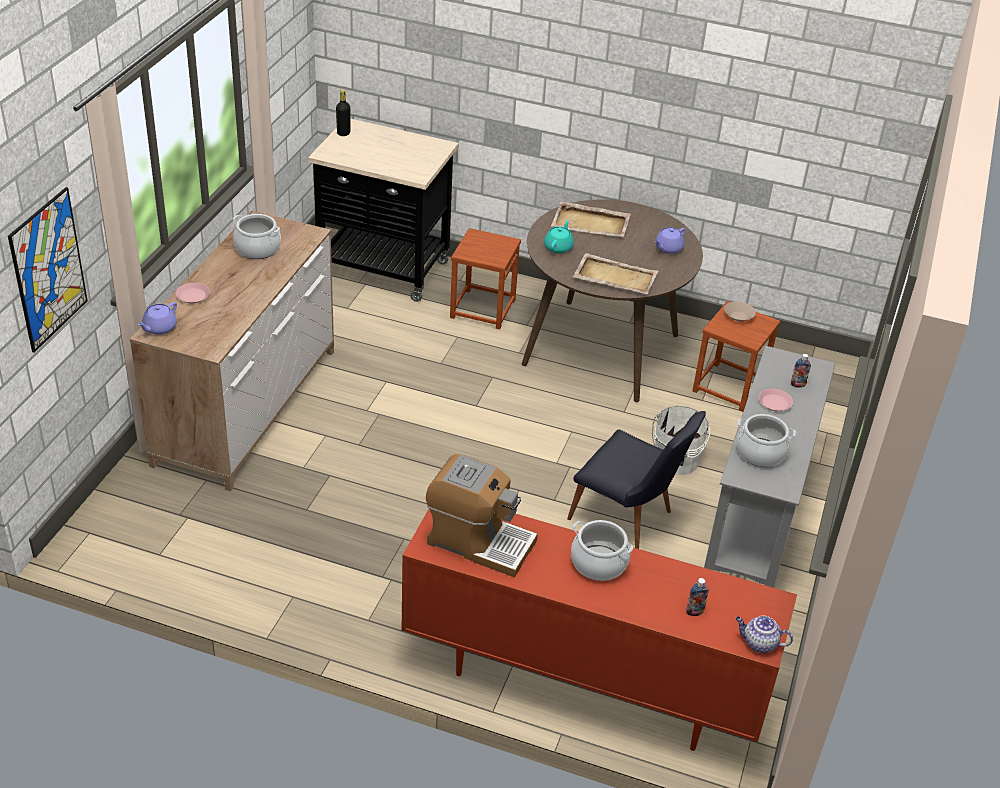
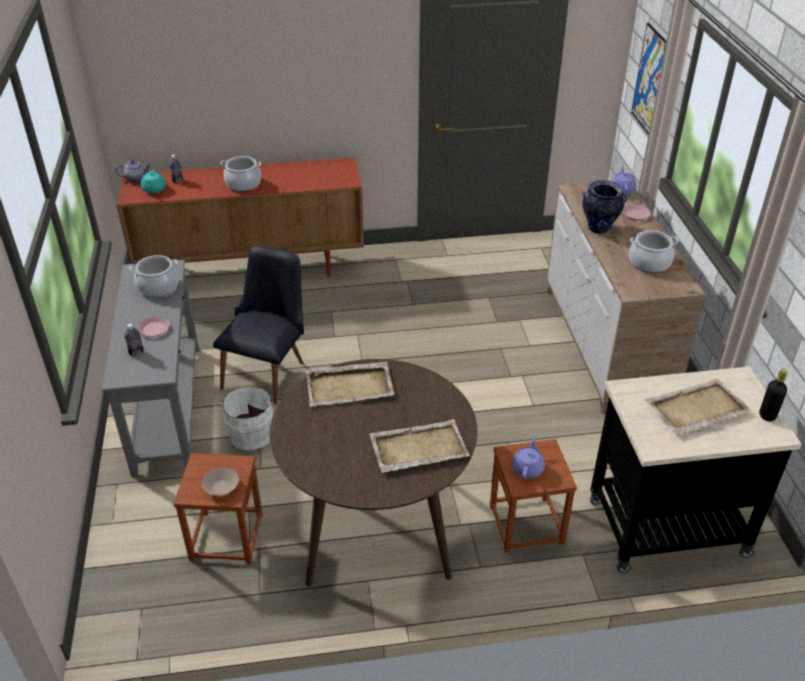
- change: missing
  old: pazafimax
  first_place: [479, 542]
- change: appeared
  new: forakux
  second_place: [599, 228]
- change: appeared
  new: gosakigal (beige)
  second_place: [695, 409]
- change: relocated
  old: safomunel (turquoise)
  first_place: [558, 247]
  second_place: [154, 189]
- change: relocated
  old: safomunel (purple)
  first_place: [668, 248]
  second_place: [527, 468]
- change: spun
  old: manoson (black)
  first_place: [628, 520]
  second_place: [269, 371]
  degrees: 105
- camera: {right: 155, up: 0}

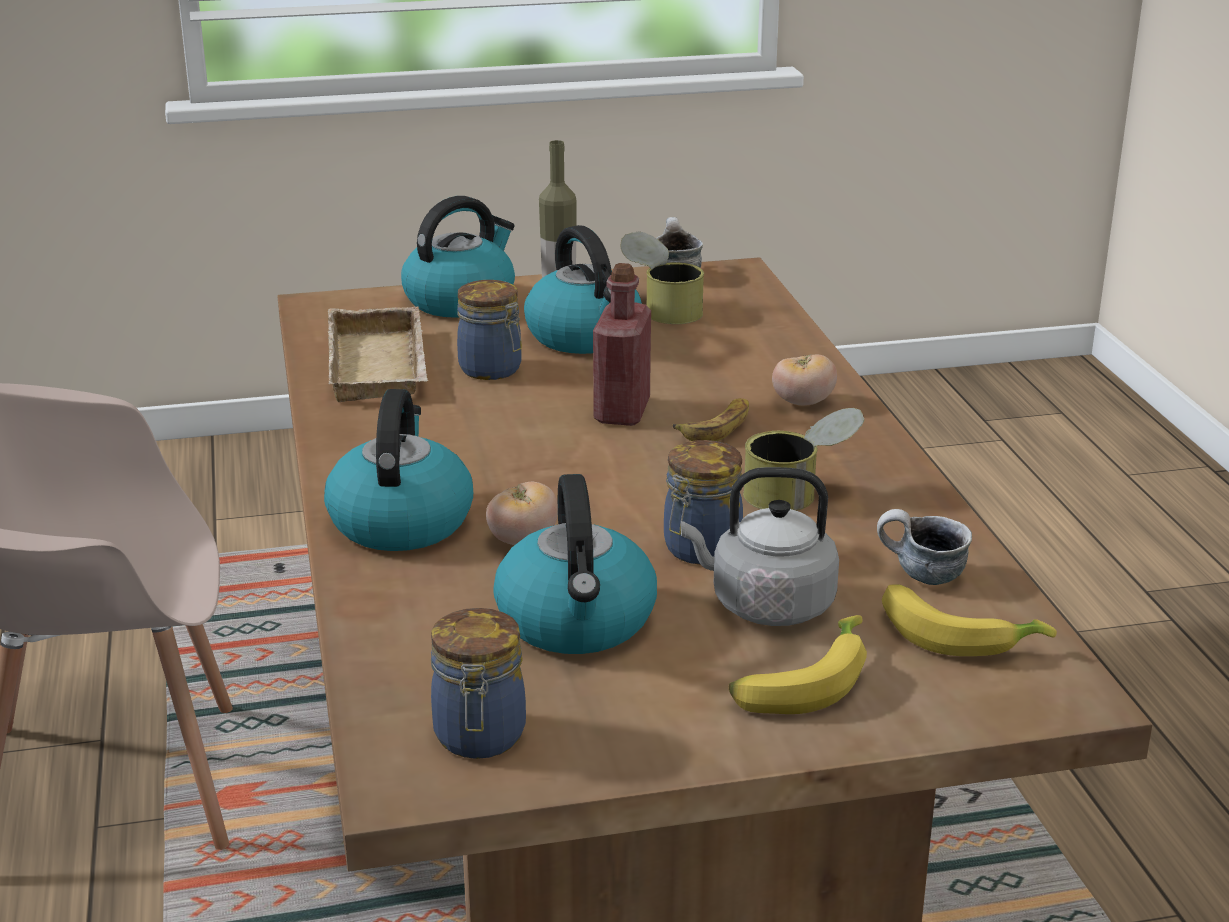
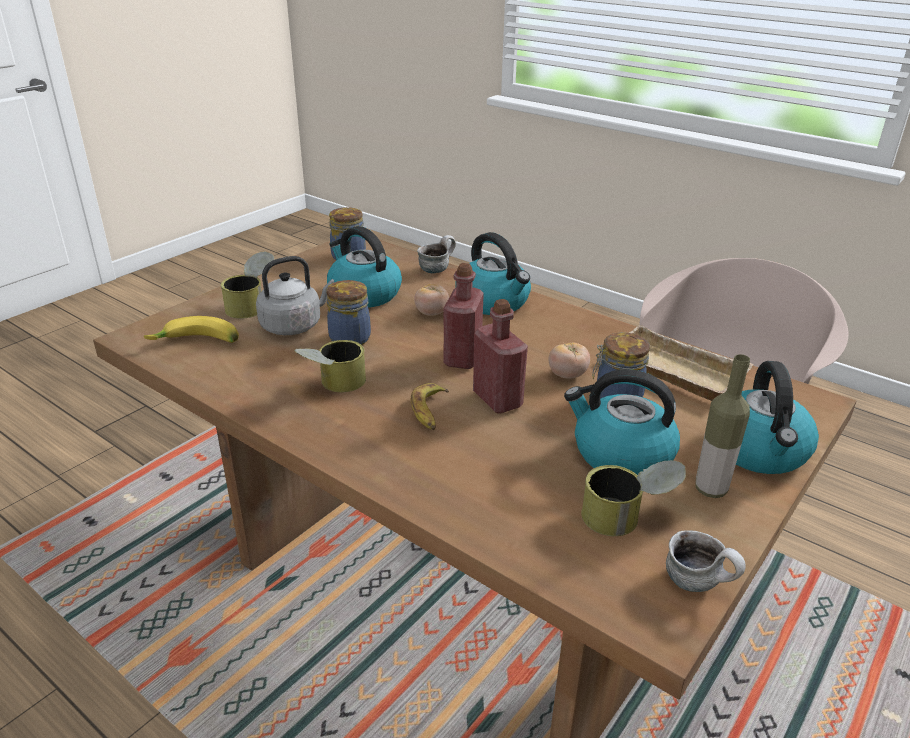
- change: appeared
  new: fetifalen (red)
  second_place: [462, 357]
- change: relocated
  old: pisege
  first_place: [802, 402]
  second_place: [567, 375]
- change: relocated
  old: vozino
  first_place: [920, 577]
  second_place: [436, 269]
- change: exchanged
  old: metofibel
  new: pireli
  first_place: [801, 682]
  second_place: [253, 304]
- camera: {right: 140, up: 5}

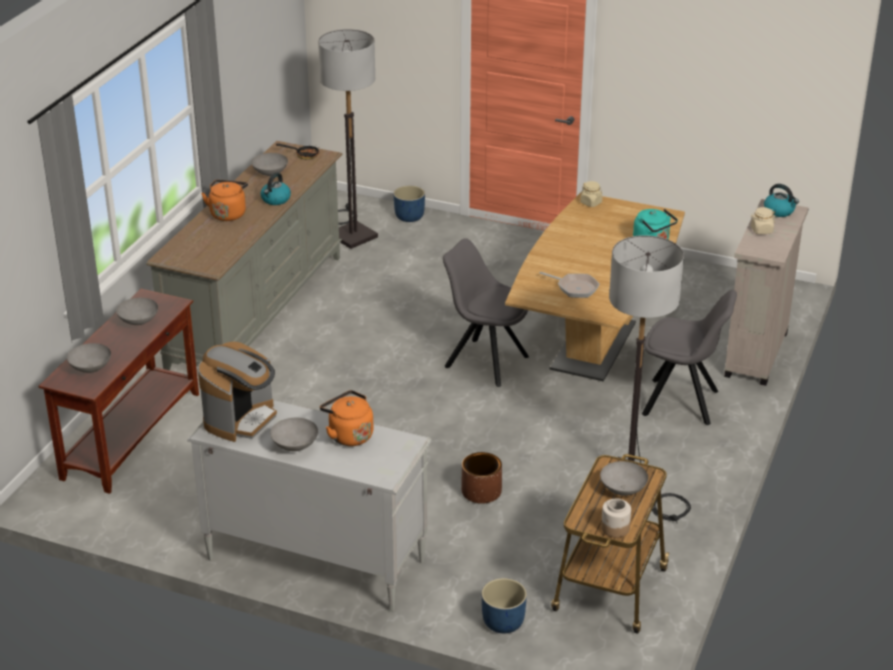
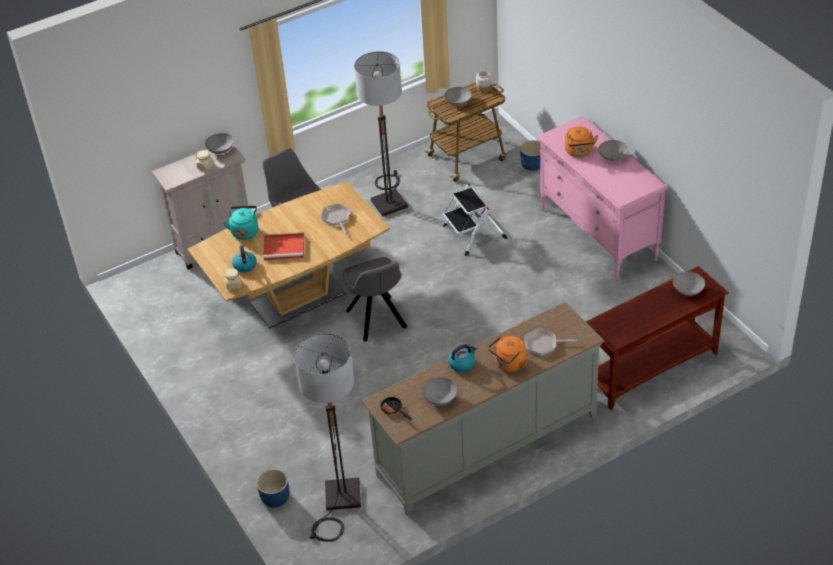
- change: missing
  old: pazafimax
  first_place: [241, 419]
- change: appeared
  new: gosakigal (red)
  second_place: [285, 248]
- change: appeared
  new: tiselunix
  second_place: [543, 344]
- change: relocated
  old: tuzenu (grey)
  first_place: [139, 321]
  second_place: [220, 150]
- change: relocated
  old: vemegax
  first_place: [779, 211]
  second_place: [244, 265]
- change: exchanged
  old: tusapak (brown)
  new: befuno
  first_place: [481, 492]
  second_place: [474, 233]
- change: colour
  old: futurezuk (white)
  new: futurezuk (pink)
  first_place: [315, 559]
  second_place: [598, 235]
- camera: {right: -140, up: 10}

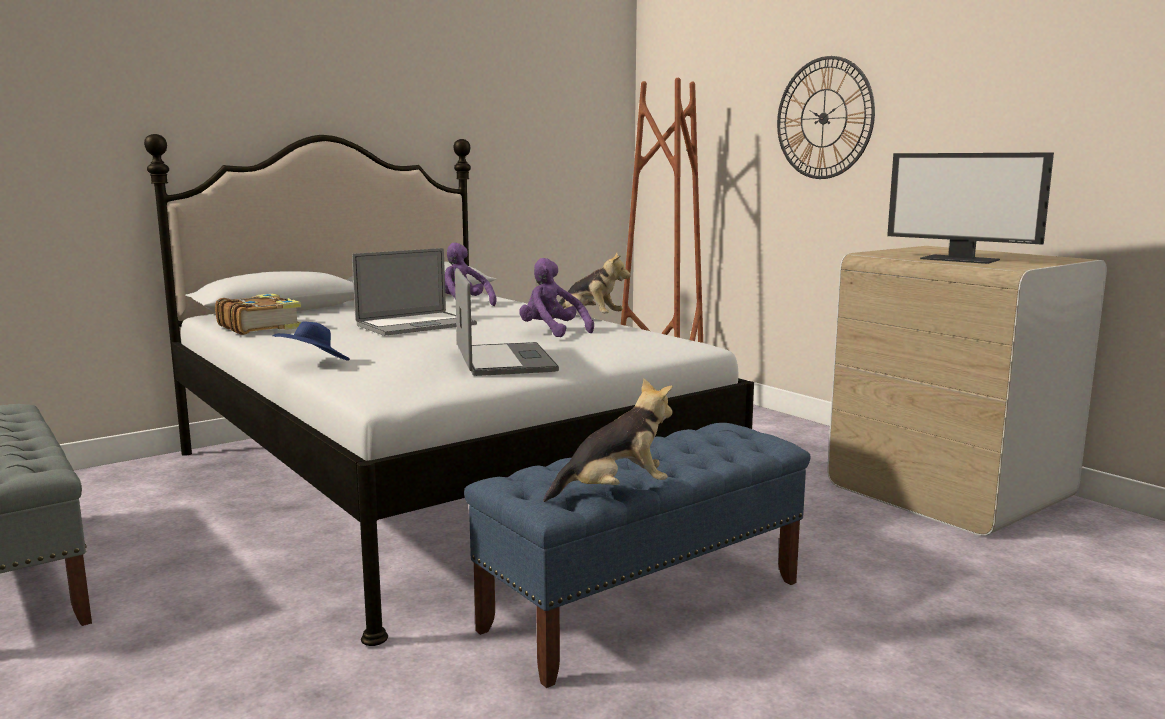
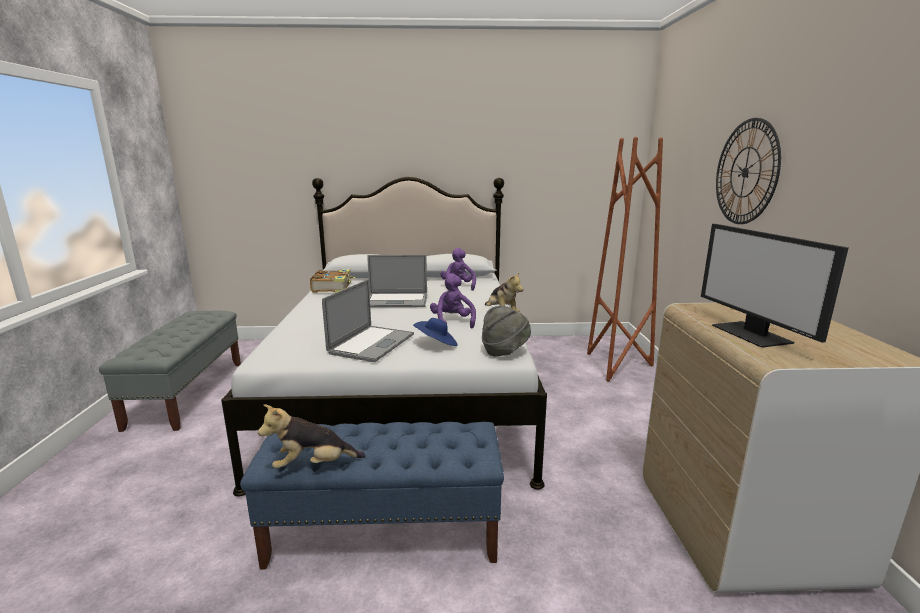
- change: appeared
  new: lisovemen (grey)
  second_place: [505, 351]
- change: relocated
  old: lisovemen (blue)
  first_place: [313, 364]
  second_place: [436, 344]
- change: spun
  old: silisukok
  first_place: [614, 491]
  second_place: [313, 465]
  degrees: 150
- camera: {right: 35, up: 5}

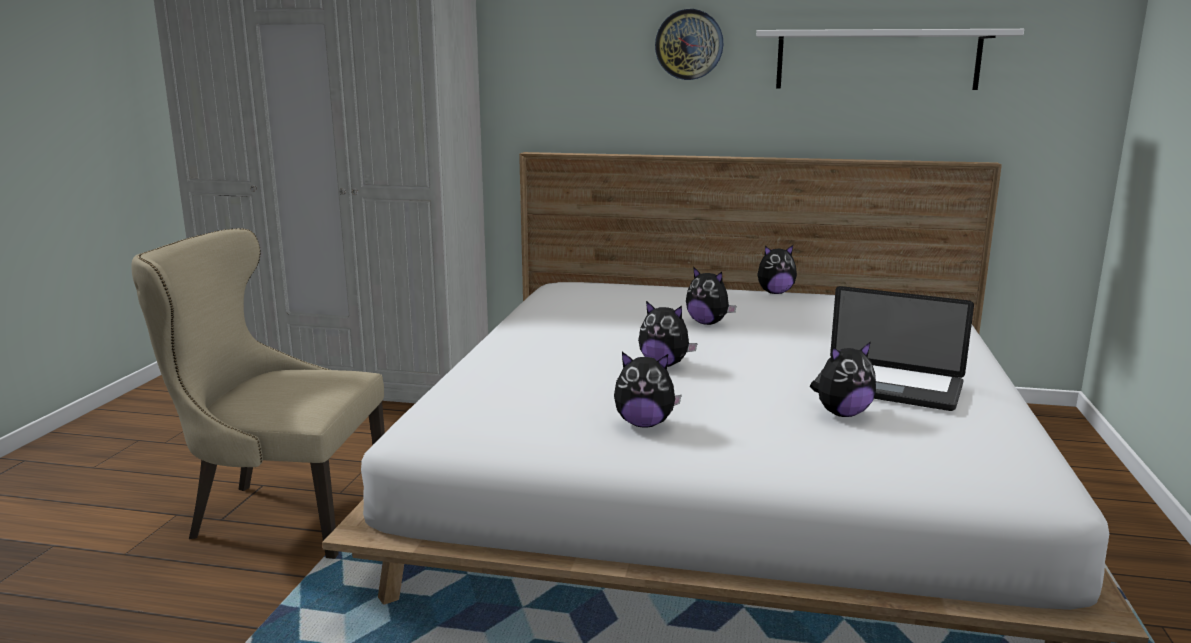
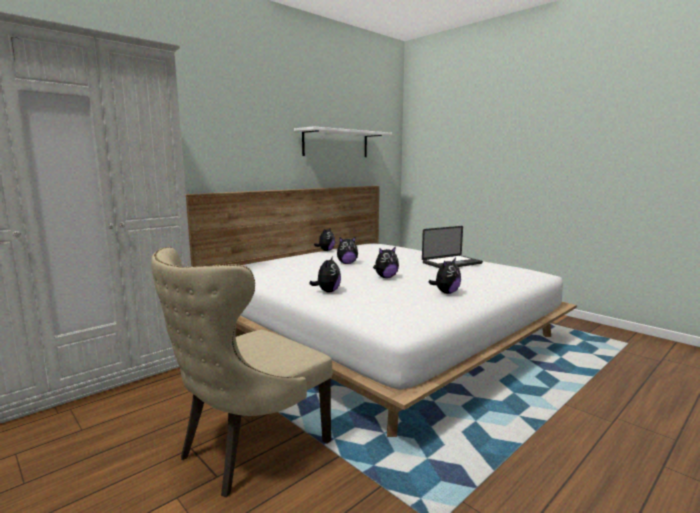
- change: missing
  old: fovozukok
  first_place: [689, 44]
- change: relocated
  old: silisukok
  first_place: [842, 413]
  second_place: [327, 291]
- camera: {right: -55, up: -5}

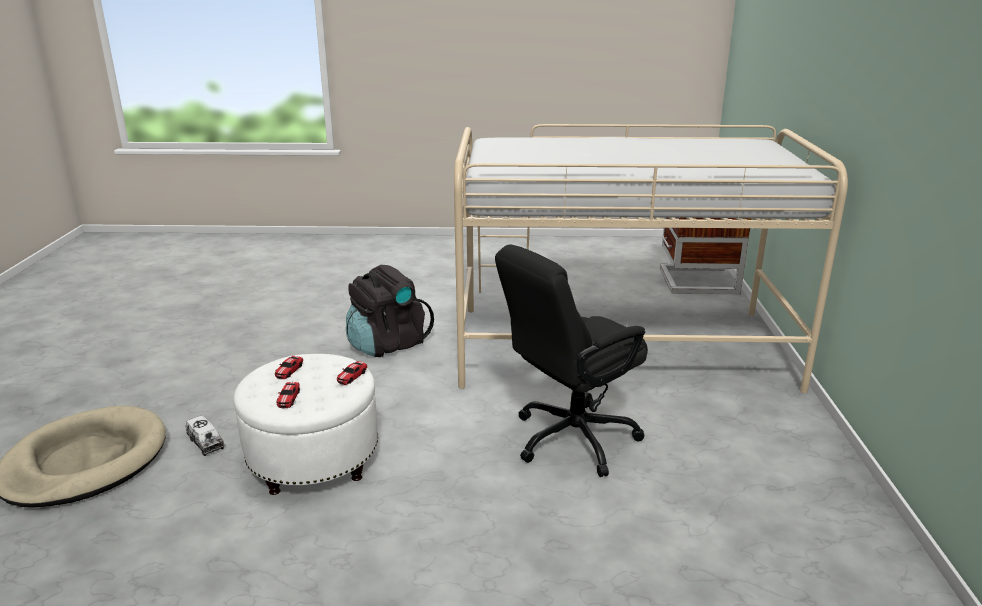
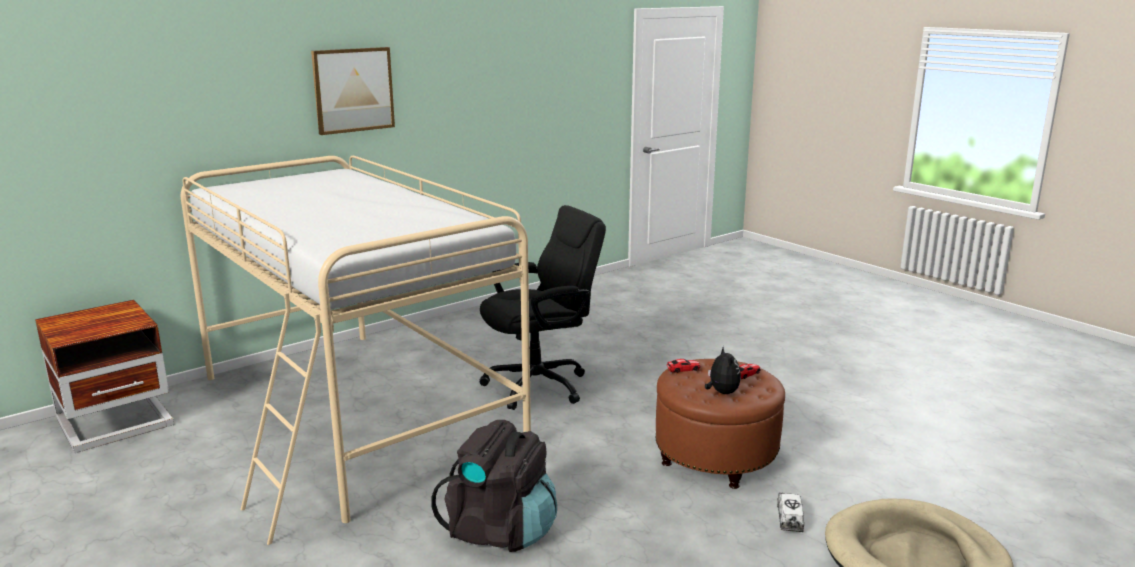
- change: appeared
  new: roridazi
  second_place: [353, 90]
- change: exchanged
  old: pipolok
  new: silisukok
  first_place: [289, 370]
  second_place: [721, 392]
- change: colour
  old: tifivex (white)
  new: tifivex (brown)
  first_place: [313, 460]
  second_place: [715, 458]
- change: spun
  old: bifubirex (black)
  first_place: [570, 442]
  second_place: [541, 385]
  degrees: -45
- camera: {right: -130, up: -5}

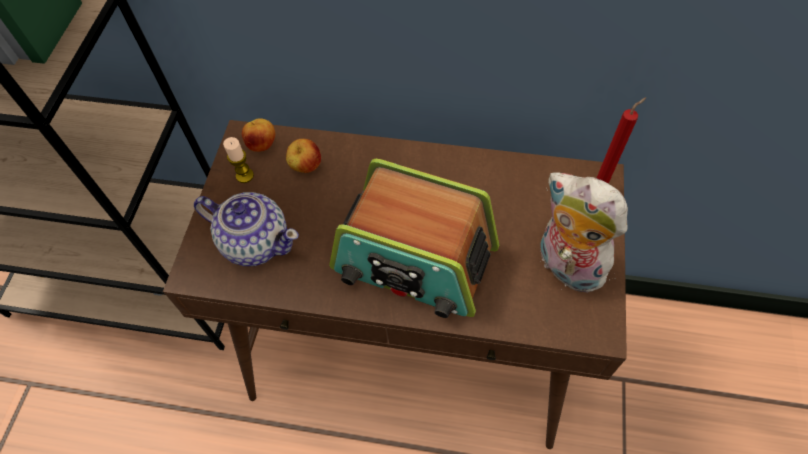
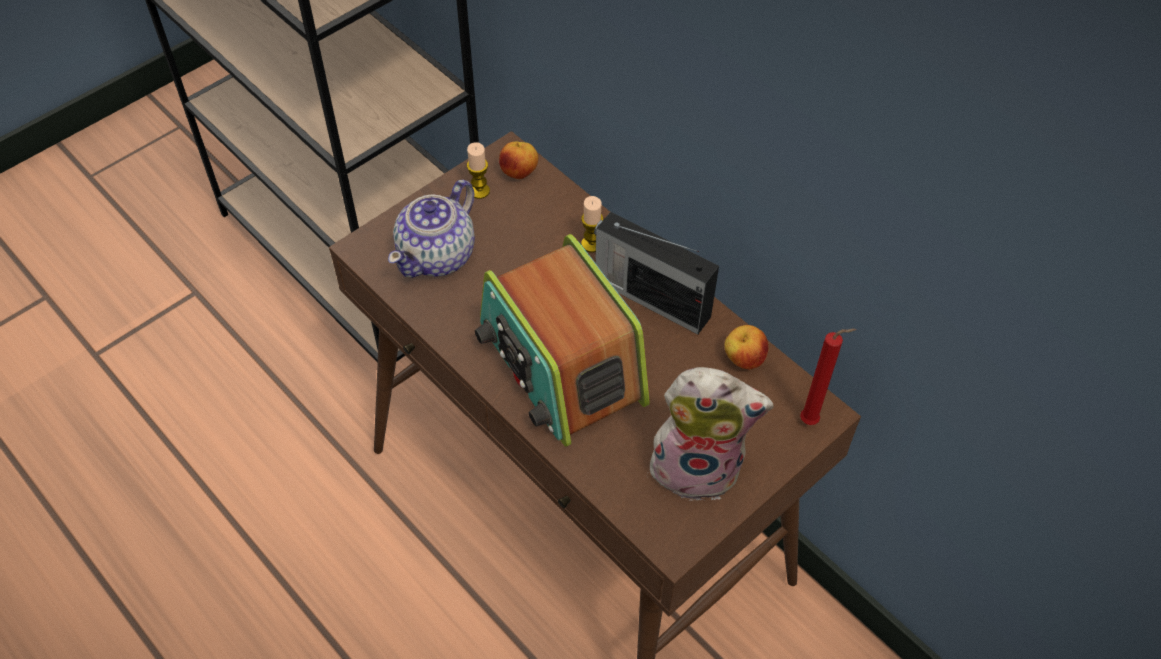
- change: appeared
  new: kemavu
  second_place: [591, 244]
- change: appeared
  new: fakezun
  second_place: [650, 297]
- change: relocated
  old: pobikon
  first_place: [306, 166]
  second_place: [743, 359]
- change: spun
  old: safomunel
  first_place: [255, 241]
  second_place: [438, 255]
  degrees: 60
- change: spun
  old: silisukok
  first_place: [565, 266]
  second_place: [698, 466]
  degrees: 105
- camera: {right: 35, up: -5}

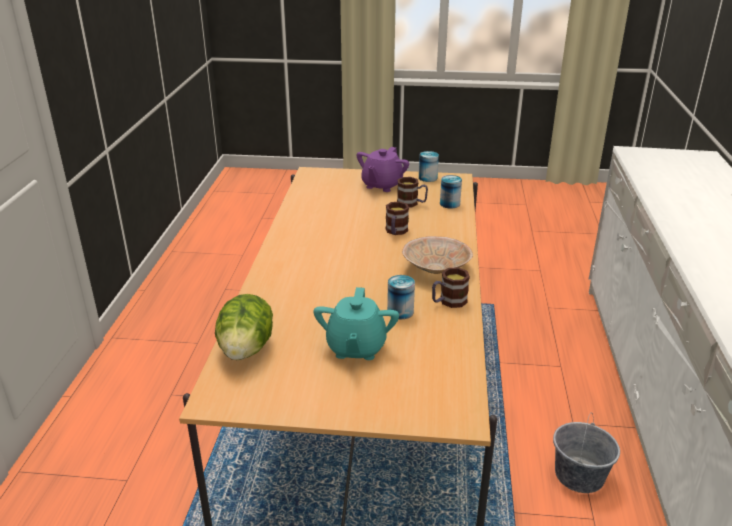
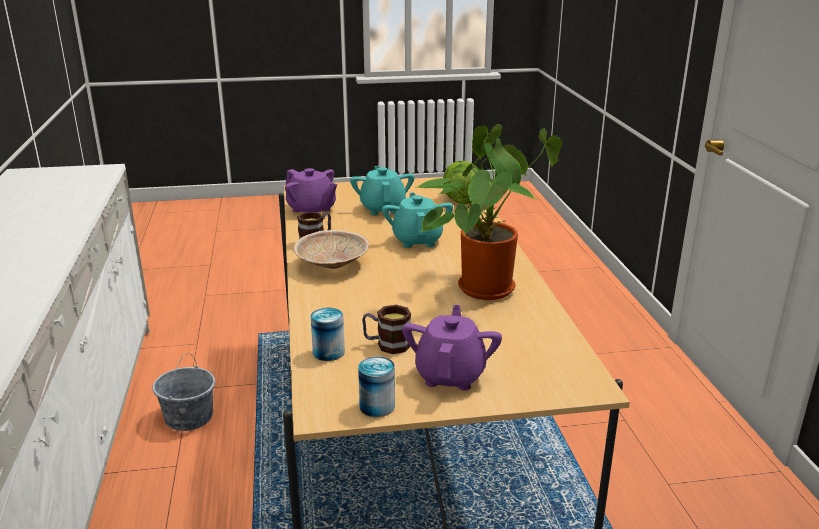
- change: missing
  old: vozino
  first_place: [395, 232]
- change: missing
  old: pireli
  first_place: [400, 311]
- change: appeared
  new: safomunel (purple)
  second_place: [311, 210]
- change: appeared
  new: safomunel (turquoise)
  second_place: [417, 240]
- change: appeared
  new: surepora
  second_place: [485, 285]
- camera: {right: 165, up: -5}

